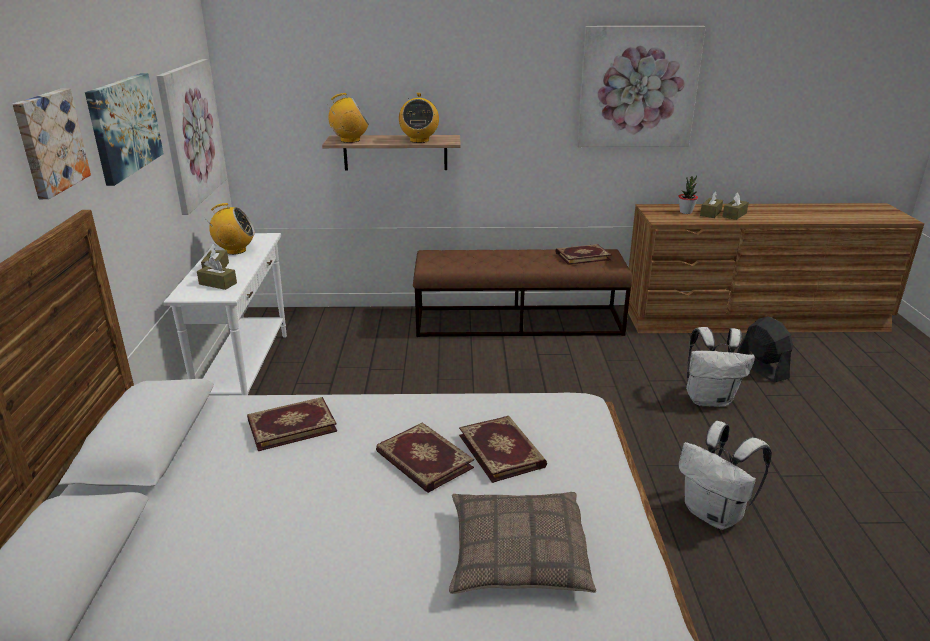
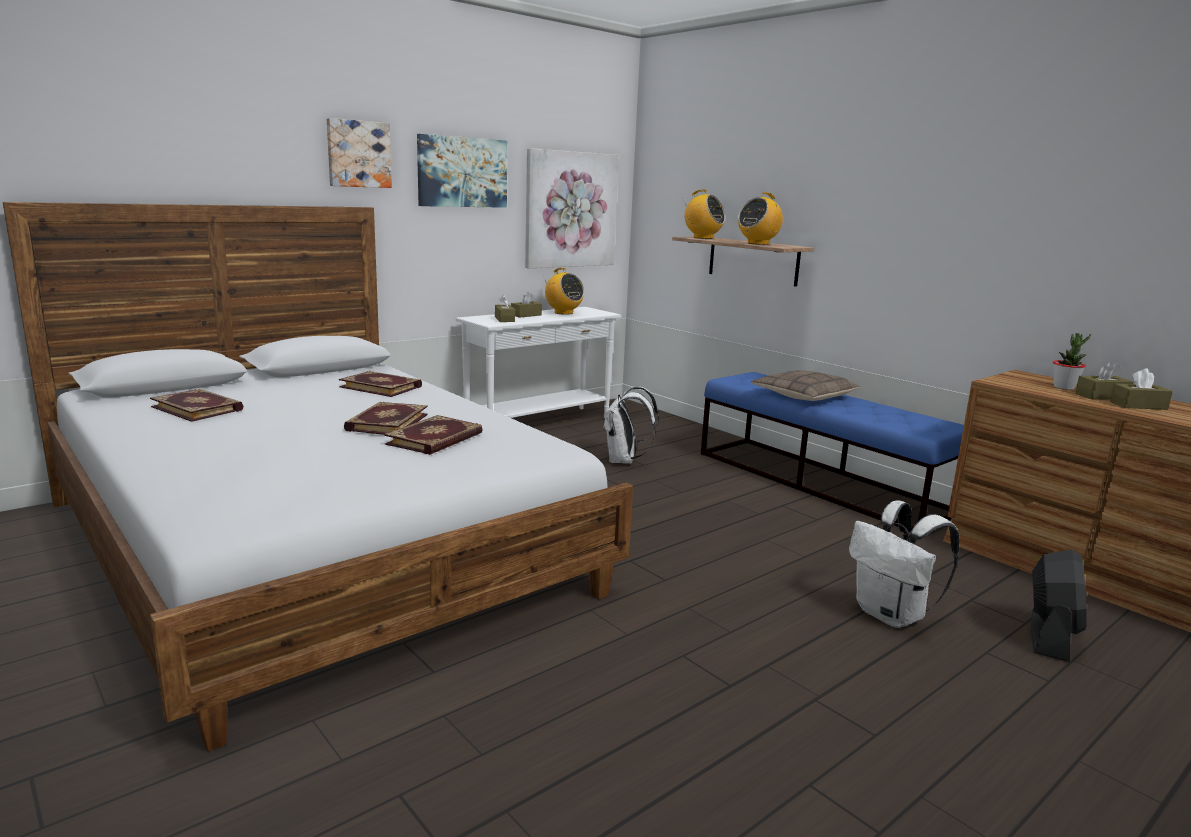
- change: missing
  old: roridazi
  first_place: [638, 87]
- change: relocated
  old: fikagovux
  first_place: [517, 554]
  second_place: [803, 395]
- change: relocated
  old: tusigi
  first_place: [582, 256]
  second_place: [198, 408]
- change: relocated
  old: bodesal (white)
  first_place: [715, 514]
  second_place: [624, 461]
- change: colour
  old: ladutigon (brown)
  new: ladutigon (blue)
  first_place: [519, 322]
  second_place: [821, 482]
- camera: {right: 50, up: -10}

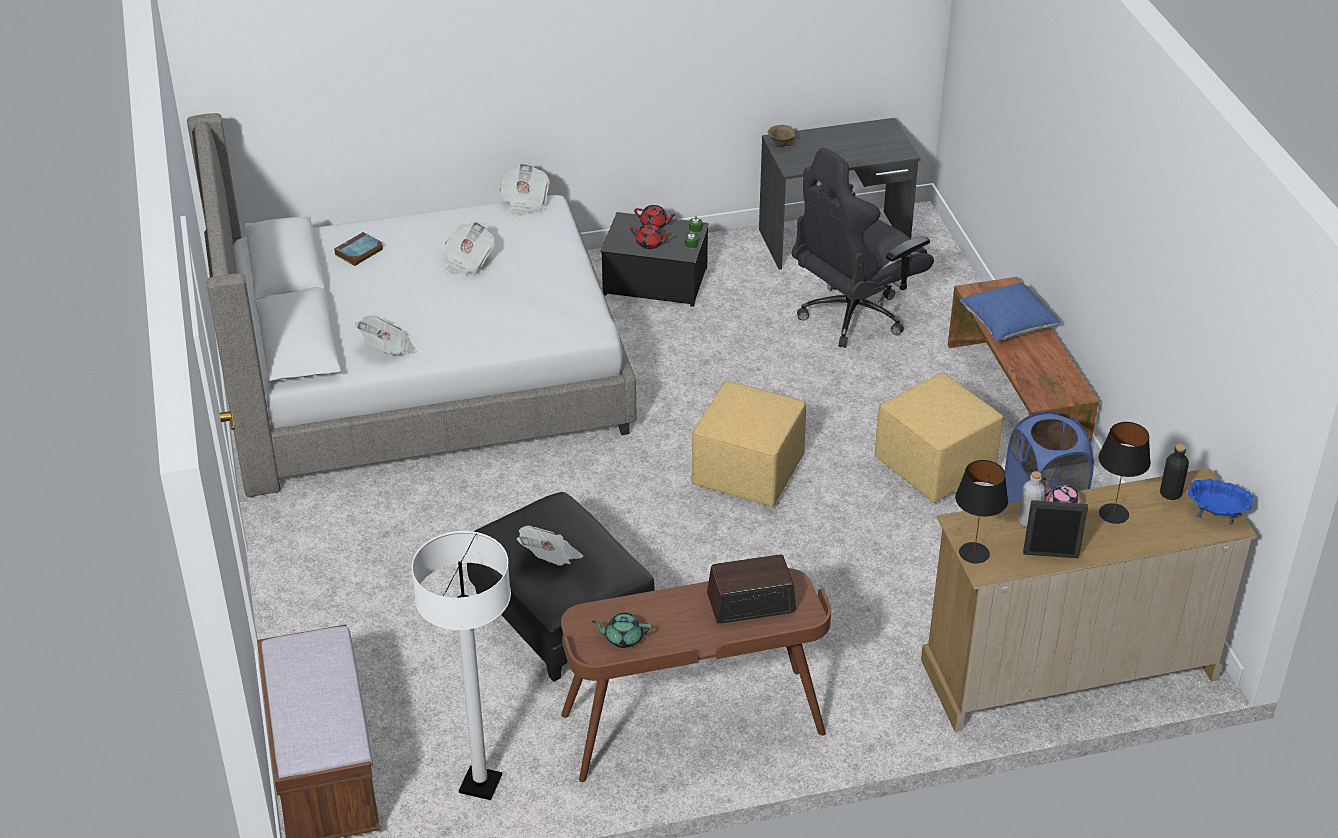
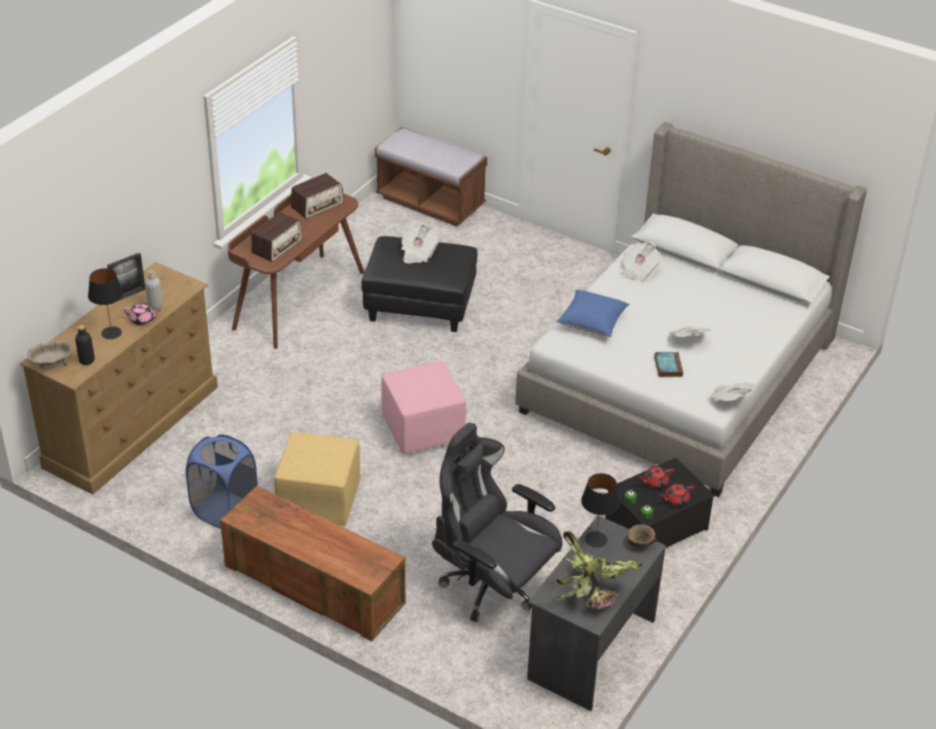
- change: missing
  old: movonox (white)
  first_place: [480, 784]
- change: appeared
  new: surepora
  second_place: [593, 594]
- change: relocated
  old: tusigi
  first_place: [358, 252]
  second_place: [667, 366]
- change: relocated
  old: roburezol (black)
  first_place: [974, 553]
  second_place: [596, 540]
- change: relocated
  old: fikagovux (blue)
  first_place: [1008, 324]
  second_place: [592, 323]
- change: exchanged
  old: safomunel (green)
  new: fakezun
  first_place: [623, 638]
  second_place: [317, 205]
- change: colour
  old: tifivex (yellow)
  new: tifivex (pink)
  first_place: [746, 473]
  second_place: [424, 430]
- change: colour
  old: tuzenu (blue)
  new: tuzenu (beige)
  first_place: [1216, 512]
  second_place: [52, 364]
- change: spun
  old: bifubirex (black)
  first_place: [857, 313]
  second_place: [495, 589]
  degrees: -60
- camera: {right: 135, up: 0}

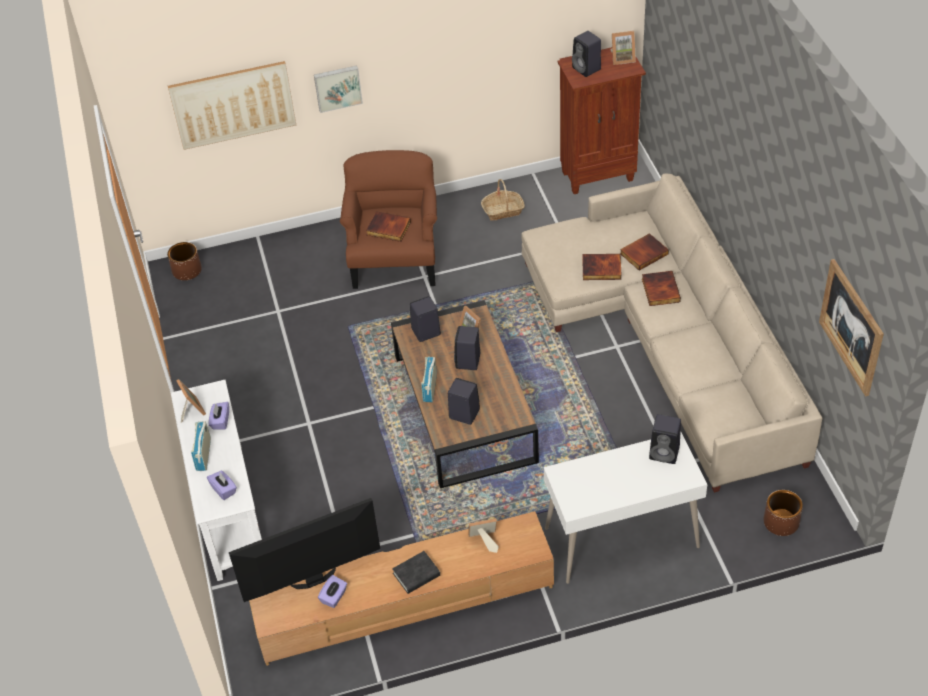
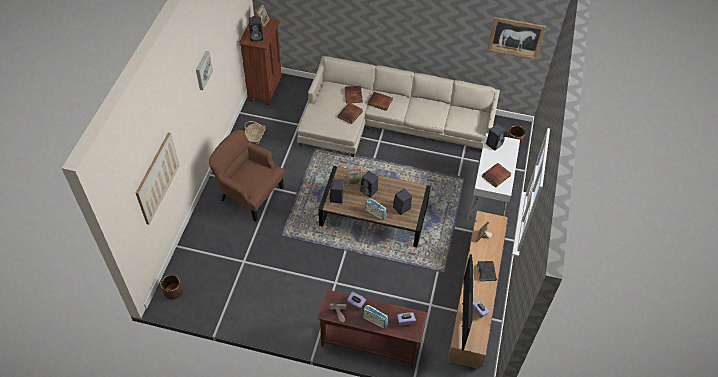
- change: relocated
  old: roridazi
  first_place: [337, 87]
  second_place: [202, 70]
- change: relocated
  old: tusigi
  first_place: [388, 229]
  second_place: [496, 176]
- change: colour
  old: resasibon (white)
  new: resasibon (brown)
  first_place: [229, 511]
  second_place: [369, 344]
- camera: {right: -65, up: 5}

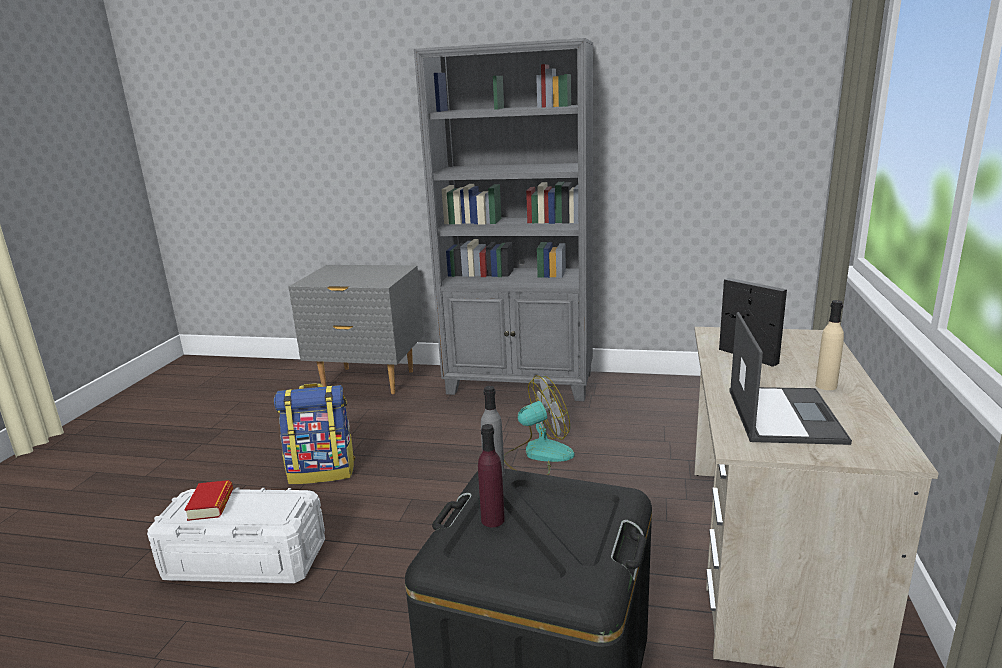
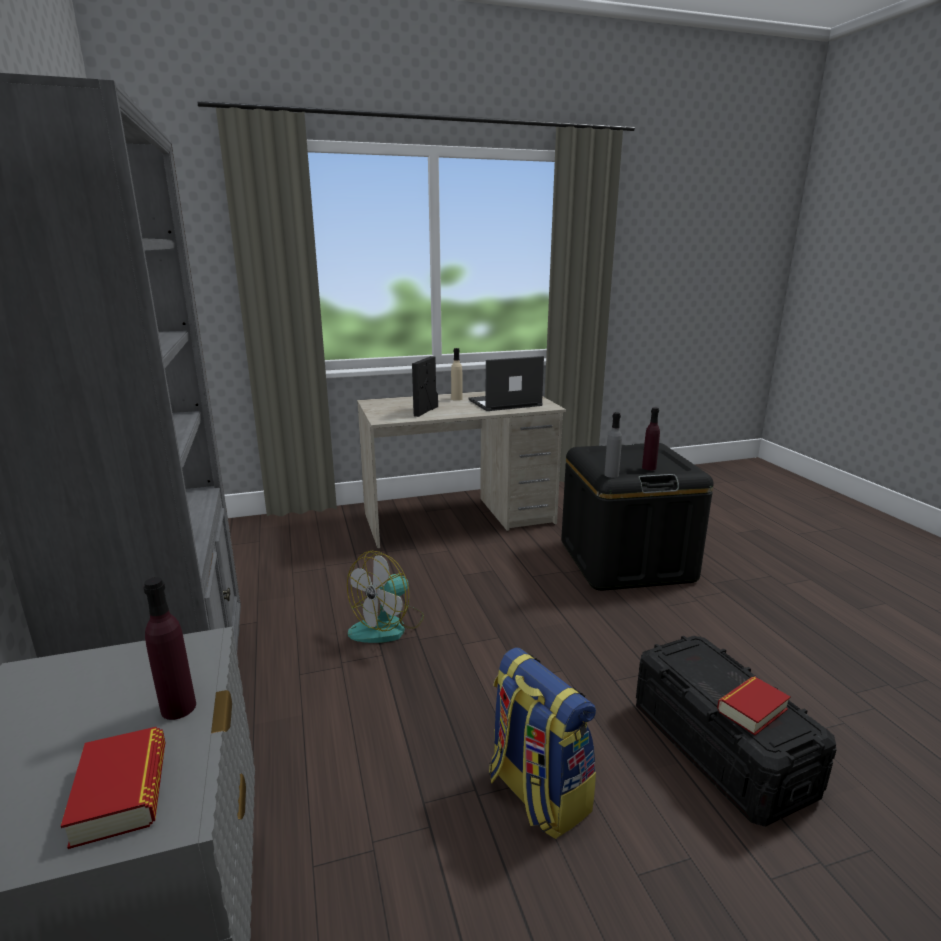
- change: appeared
  new: tusigi
  second_place: [121, 792]
- change: appeared
  new: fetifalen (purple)
  second_place: [178, 708]
- change: colour
  old: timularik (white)
  new: timularik (black)
  first_place: [245, 559]
  second_place: [719, 748]
- change: spun
  old: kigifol
  first_place: [537, 455]
  second_place: [388, 626]
  degrees: -90
- camera: {right: -120, up: 0}

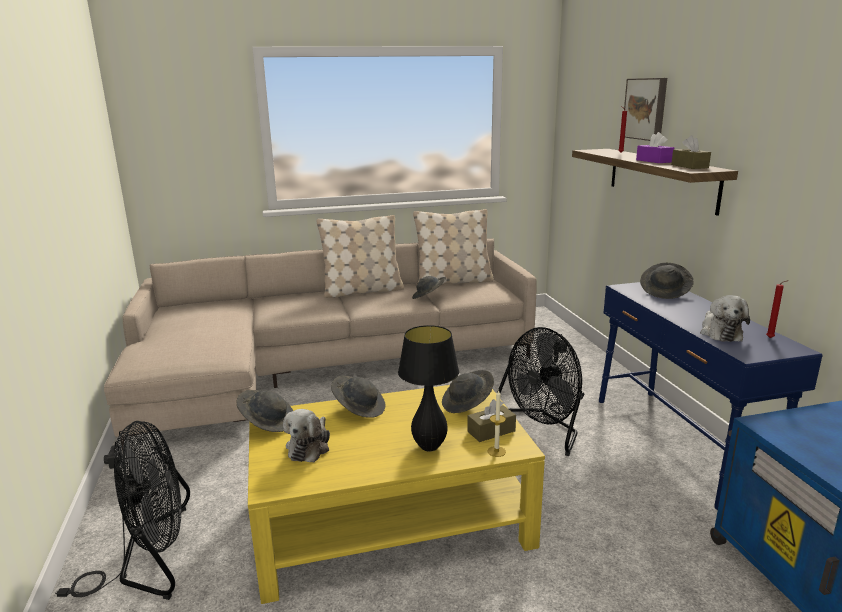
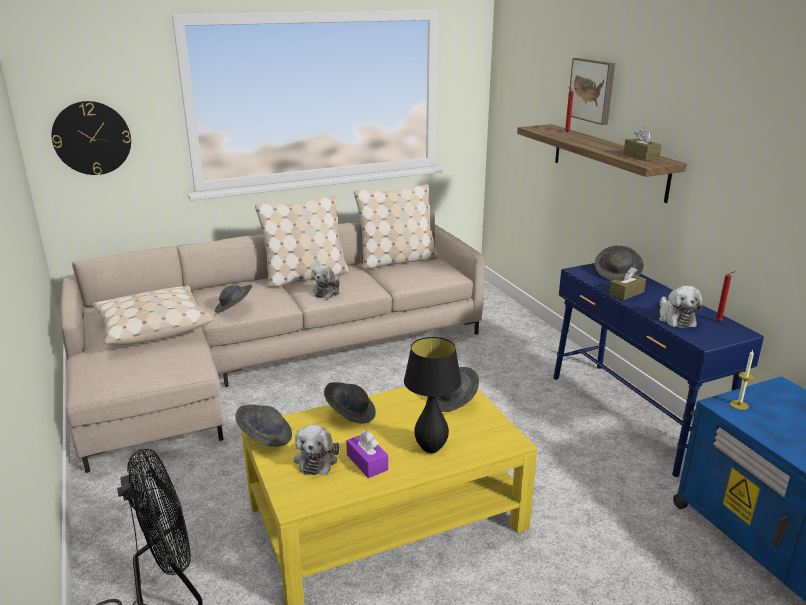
- change: missing
  old: kigifol (black)
  first_place: [545, 425]
- change: appeared
  new: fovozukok
  second_place: [92, 138]
- change: appeared
  new: fikagovux (beige)
  second_place: [153, 326]
- change: appeared
  new: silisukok
  second_place: [327, 291]
- change: relocated
  old: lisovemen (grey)
  first_place: [429, 297]
  second_place: [234, 308]
- change: relocated
  old: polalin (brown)
  first_place: [491, 431]
  second_place: [626, 293]
- change: relocated
  old: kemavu
  first_place: [496, 451]
  second_place: [739, 405]
- change: relocated
  old: polalin (purple)
  first_place: [654, 161]
  second_place: [367, 462]
- camera: {right: -10, up: 5}

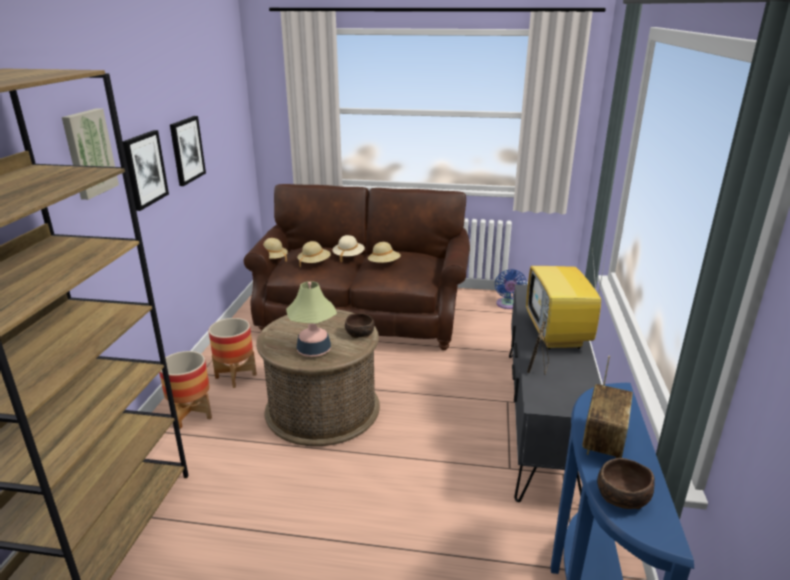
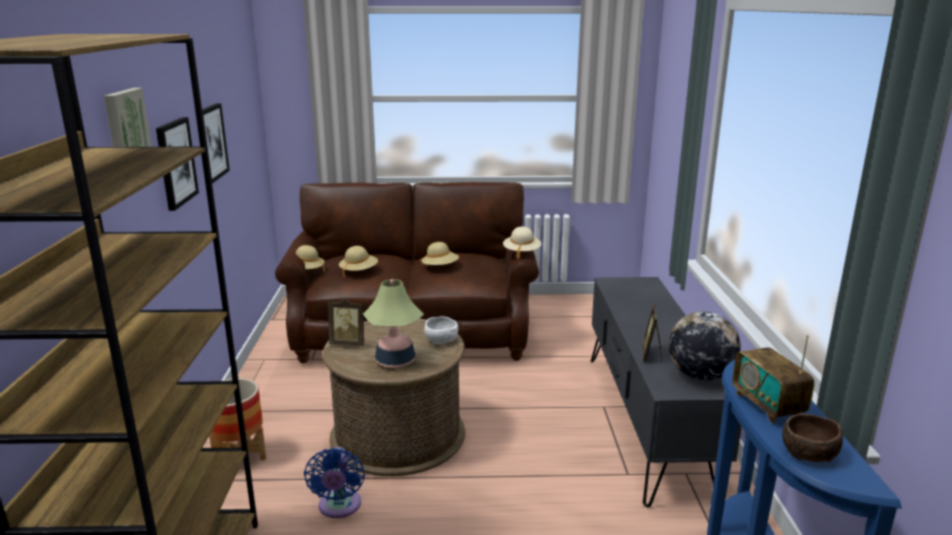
- change: missing
  old: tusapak
  first_place: [236, 376]
- change: missing
  old: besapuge
  first_place: [558, 336]
- change: appeared
  new: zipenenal
  second_place: [349, 343]
- change: appeared
  new: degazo
  second_place: [700, 376]
- change: relocated
  old: lisovemen (beige)
  first_place: [348, 256]
  second_place: [521, 252]
- change: relocated
  old: kigifol (blue)
  first_place: [507, 305]
  second_place: [339, 507]
- change: colour
  old: tuzenu (brown)
  new: tuzenu (white)
  first_place: [360, 333]
  second_place: [442, 339]
- change: spun
  old: fakezun
  first_place: [603, 441]
  second_place: [767, 406]
  degrees: 150
- camera: {right: -10, up: -5}

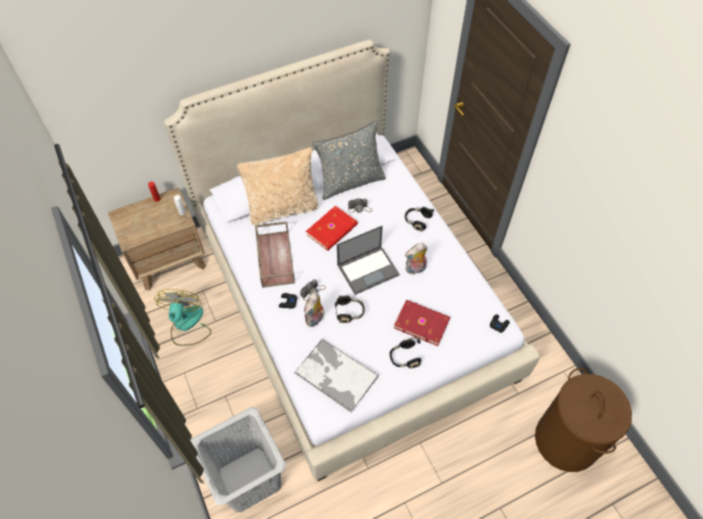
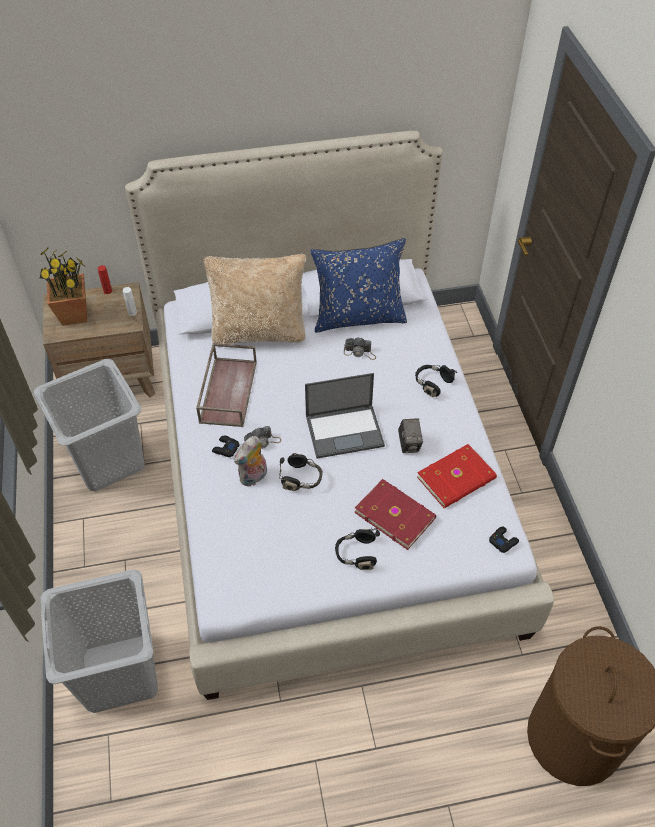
- change: missing
  old: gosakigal
  first_place: [335, 374]
- change: appeared
  new: surepora
  second_place: [74, 314]
- change: relocated
  old: tusigi (red)
  first_place: [332, 230]
  second_place: [457, 479]
- change: exchanged
  old: kigifol
  new: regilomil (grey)
  first_place: [187, 325]
  second_place: [107, 460]
- change: exchanged
  old: silisukok
  new: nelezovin
  first_place: [415, 269]
  second_place: [409, 444]
- change: colour
  old: fikagovux (grey)
  new: fikagovux (blue)
  first_place: [350, 181]
  second_place: [358, 317]
- camera: {right: 15, up: -5}

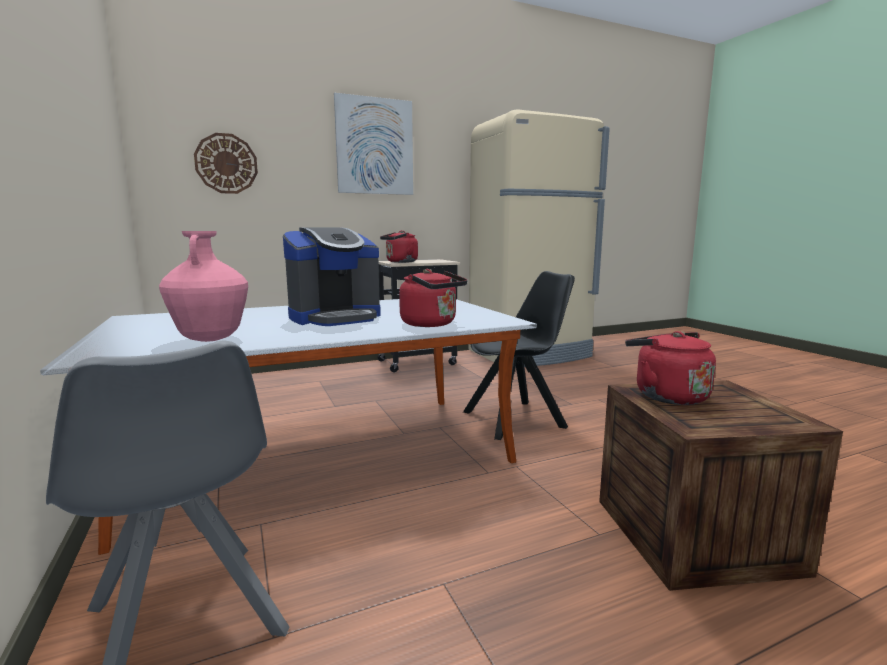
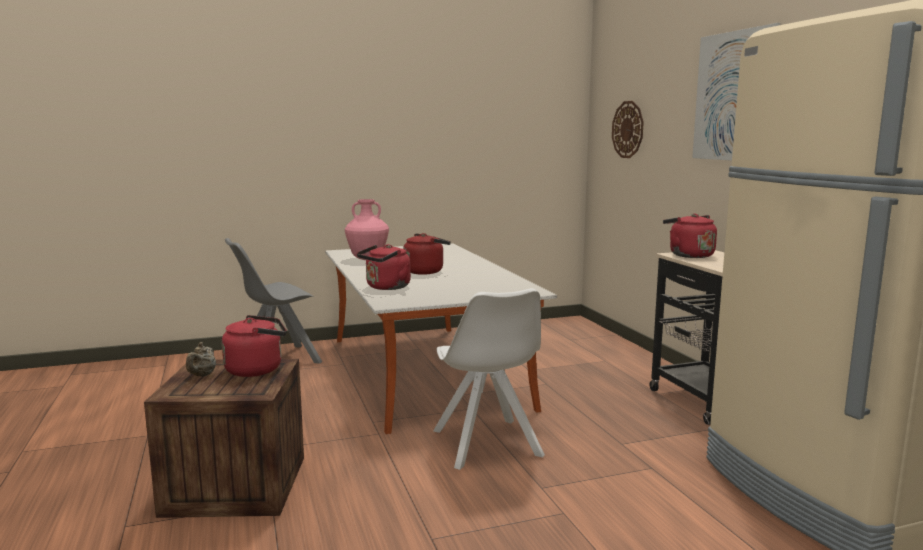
- change: appeared
  new: safomunel (beige)
  second_place: [202, 375]
- change: exchanged
  old: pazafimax
  new: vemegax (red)
  first_place: [335, 318]
  second_place: [425, 271]
- change: colour
  old: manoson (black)
  new: manoson (white)
  first_place: [516, 419]
  second_place: [487, 445]
- camera: {right: 95, up: 0}

